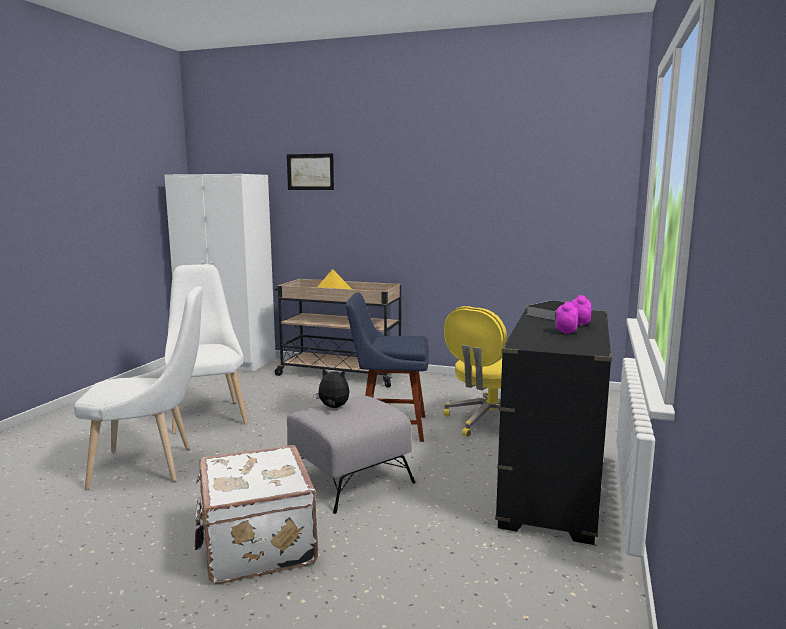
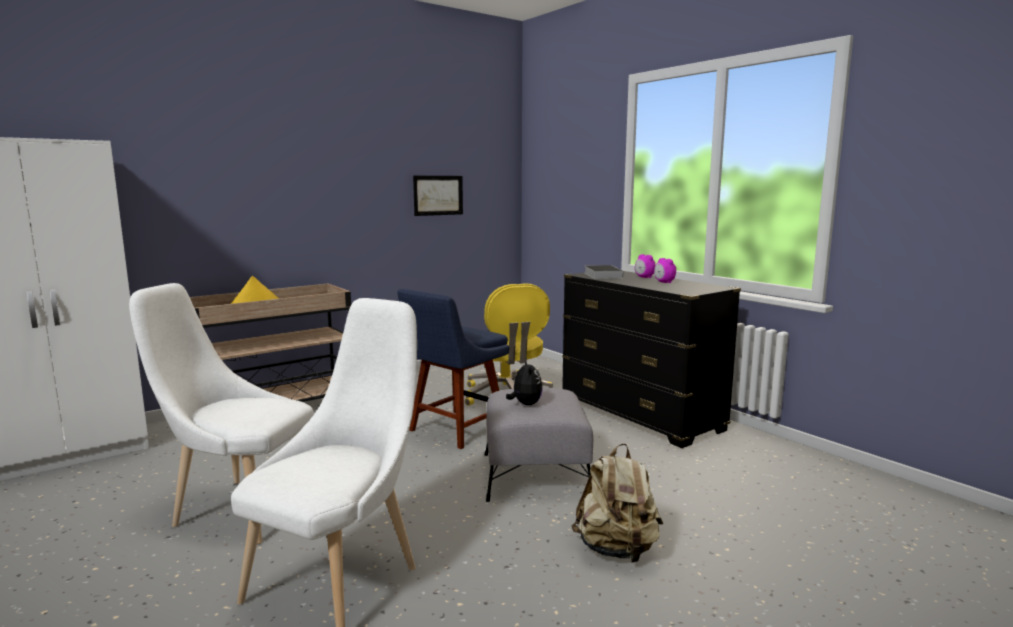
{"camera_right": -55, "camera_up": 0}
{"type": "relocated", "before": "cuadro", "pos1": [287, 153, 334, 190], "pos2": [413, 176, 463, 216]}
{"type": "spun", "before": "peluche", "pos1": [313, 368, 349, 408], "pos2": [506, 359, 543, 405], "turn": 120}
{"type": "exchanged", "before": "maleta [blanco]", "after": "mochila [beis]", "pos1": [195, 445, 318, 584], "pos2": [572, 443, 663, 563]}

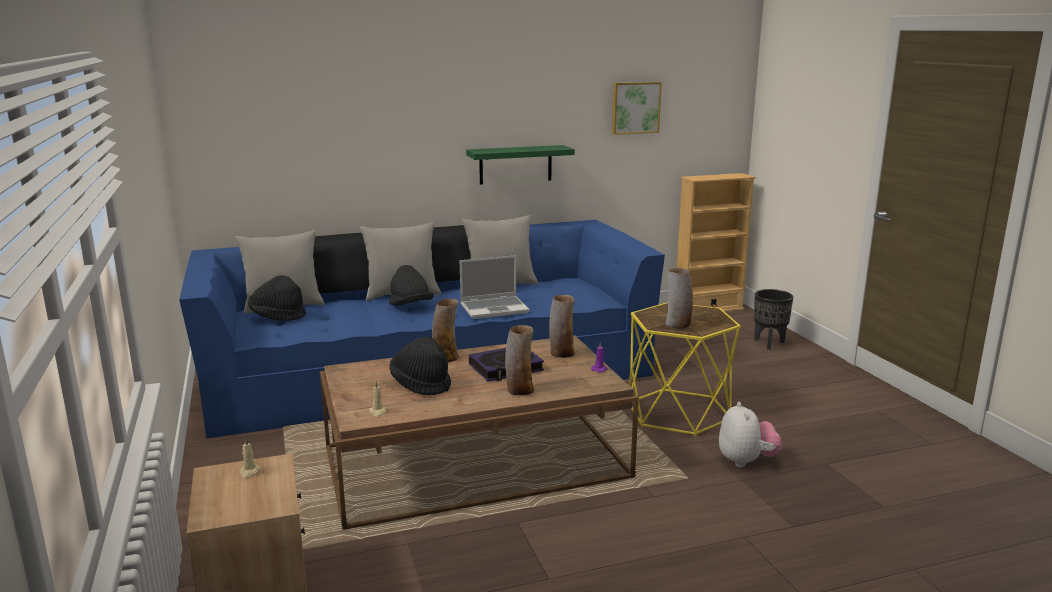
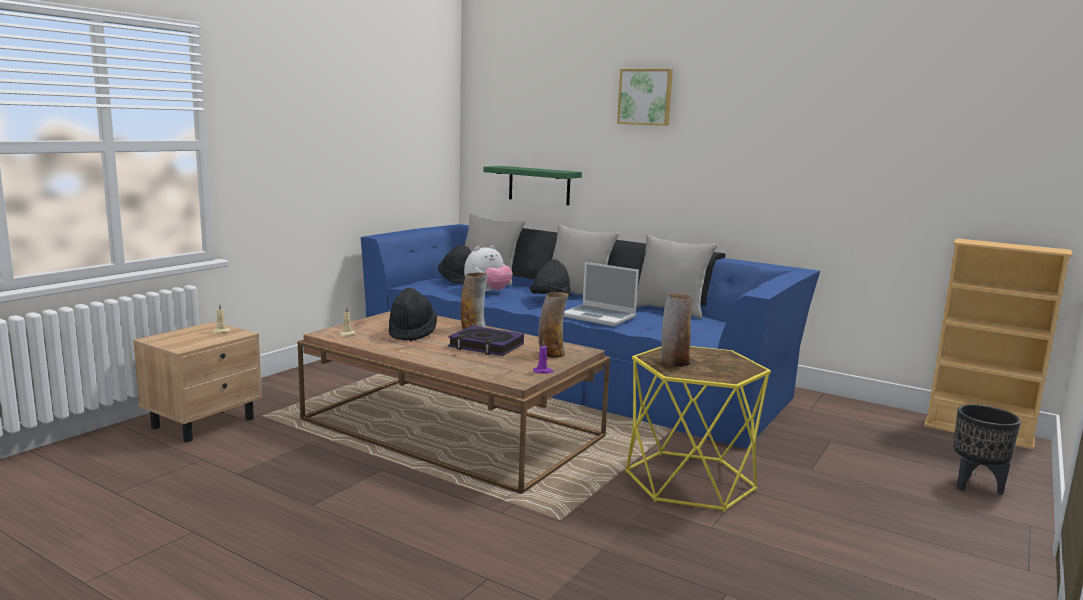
{"camera_right": 50, "camera_up": -5}
{"type": "relocated", "before": "cuadro", "pos1": [612, 82, 662, 135], "pos2": [617, 69, 673, 126]}
{"type": "relocated", "before": "estante [verde]", "pos1": [466, 145, 575, 185], "pos2": [483, 166, 582, 205]}
{"type": "missing", "before": "florero", "pos1": [505, 325, 534, 395]}
{"type": "relocated", "before": "peluche", "pos1": [719, 402, 782, 468], "pos2": [464, 245, 513, 291]}

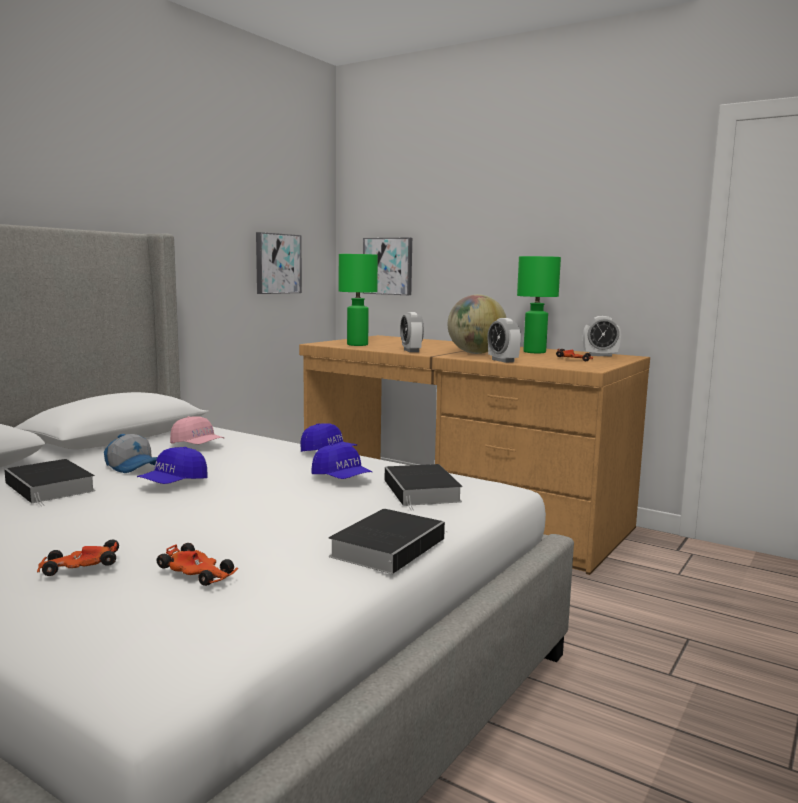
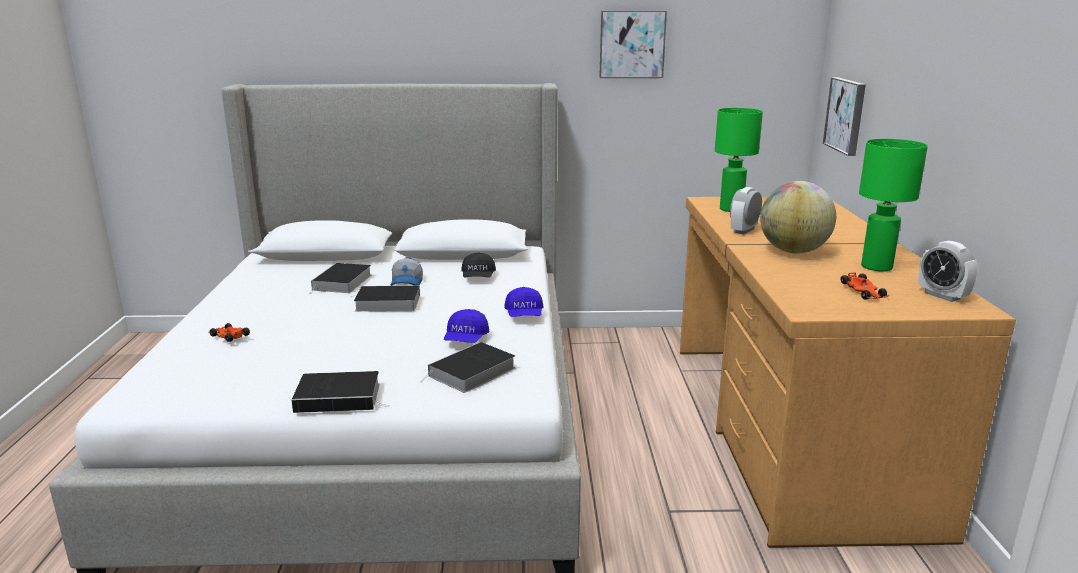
{"camera_right": 55, "camera_up": 10}
{"type": "relocated", "before": "cuadro", "pos1": [256, 232, 302, 294], "pos2": [599, 11, 667, 78]}
{"type": "missing", "before": "despertador", "pos1": [487, 318, 521, 363]}
{"type": "colour", "before": "gorra [rosa]", "after": "gorra [negro]", "pos1": [170, 416, 224, 444], "pos2": [461, 252, 496, 277]}
{"type": "exchanged", "before": "gorra [azul]", "after": "libro", "pos1": [137, 447, 208, 484], "pos2": [351, 286, 420, 312]}
{"type": "missing", "before": "coche de juguete", "pos1": [156, 543, 238, 586]}

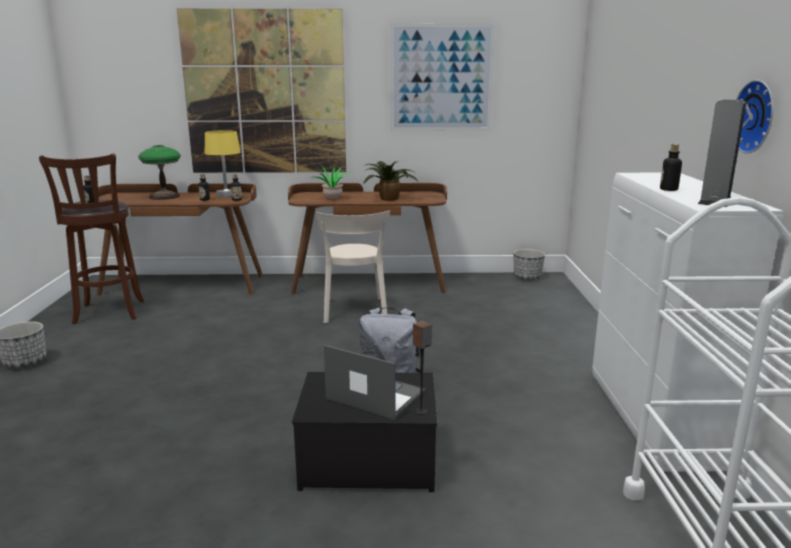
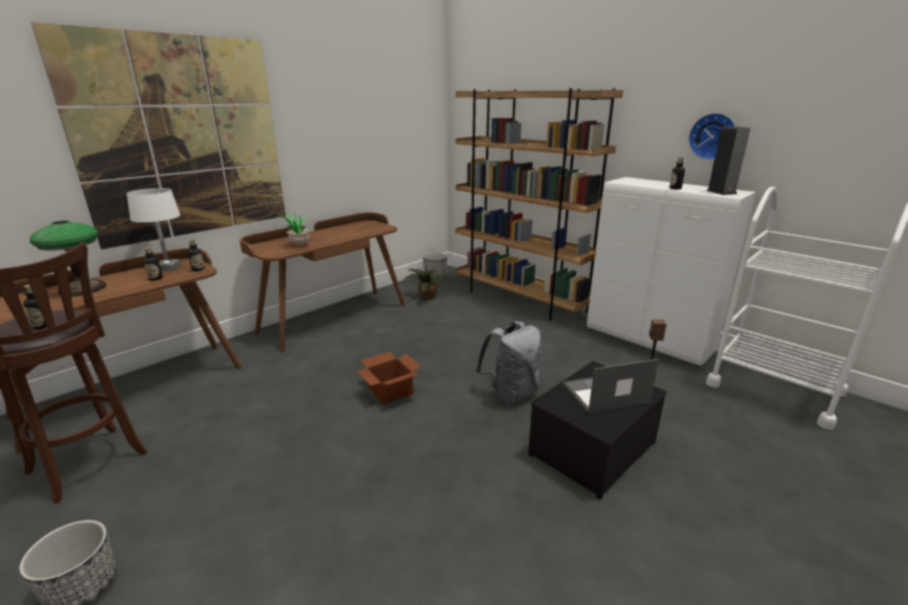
{"camera_right": -45, "camera_up": 5}
{"type": "missing", "before": "cuadro", "pos1": [390, 23, 495, 131]}
{"type": "colour", "before": "lámpara de mesa [amarillo]", "after": "lámpara de mesa [blanco]", "pos1": [205, 130, 241, 197], "pos2": [127, 188, 181, 271]}
{"type": "relocated", "before": "planta en maceta", "pos1": [363, 161, 418, 201], "pos2": [403, 265, 450, 300]}
{"type": "missing", "before": "silla [beis]", "pos1": [316, 211, 390, 323]}
{"type": "appeared", "after": "estantería [marrón]", "pos2": [456, 88, 623, 320]}
{"type": "appeared", "after": "caja de cartón", "pos2": [357, 352, 422, 405]}

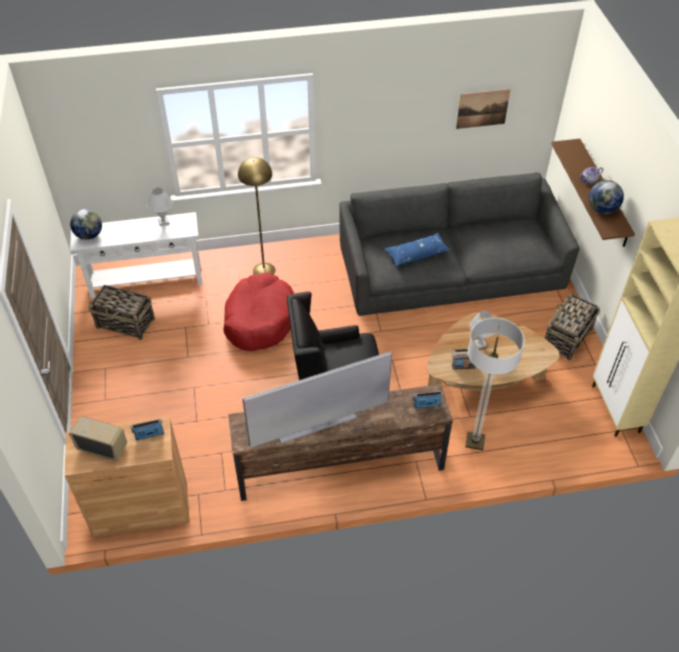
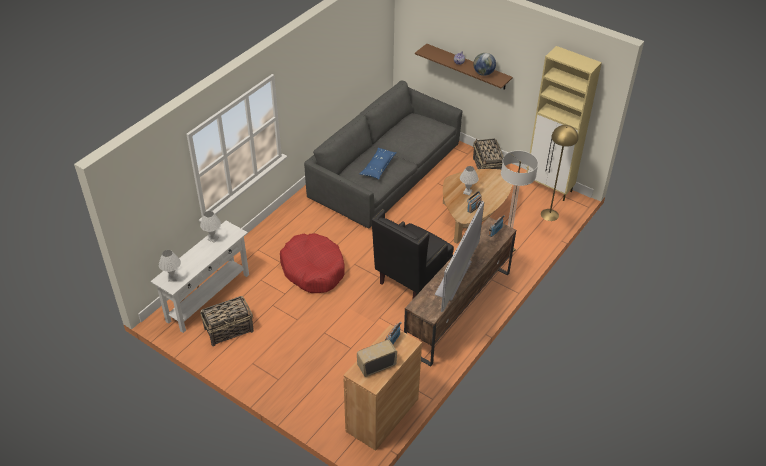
{"camera_right": -45, "camera_up": -5}
{"type": "missing", "before": "cuadro", "pos1": [456, 89, 511, 129]}
{"type": "relocated", "before": "lámpara de pie [amarillo]", "pos1": [238, 157, 276, 275], "pos2": [541, 125, 578, 221]}
{"type": "exchanged", "before": "globo terráqueo", "after": "lámpara de mesa [blanco]", "pos1": [70, 209, 102, 240], "pos2": [159, 250, 181, 282]}

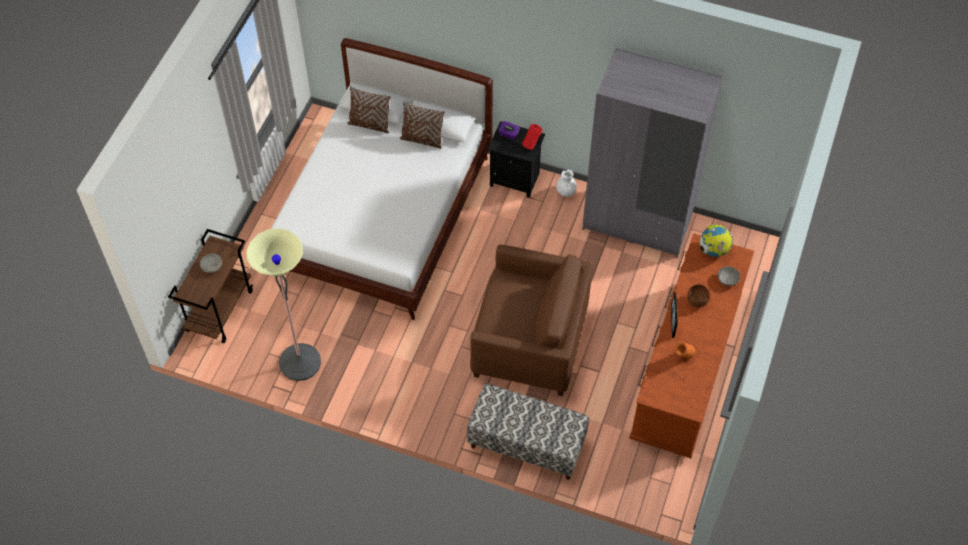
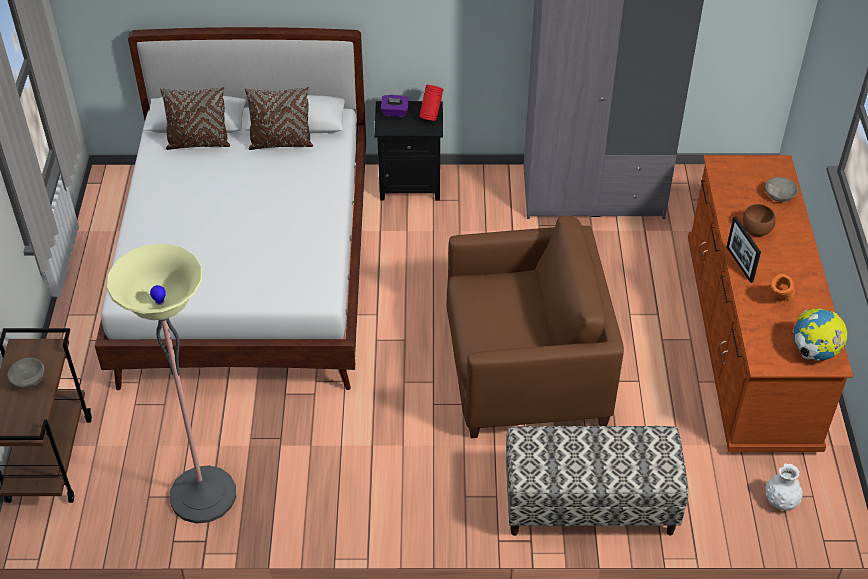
{"camera_right": -20, "camera_up": -10}
{"type": "relocated", "before": "florero [blanco]", "pos1": [556, 170, 577, 197], "pos2": [765, 463, 803, 511]}
{"type": "relocated", "before": "globo terráqueo", "pos1": [700, 224, 733, 257], "pos2": [791, 308, 847, 361]}

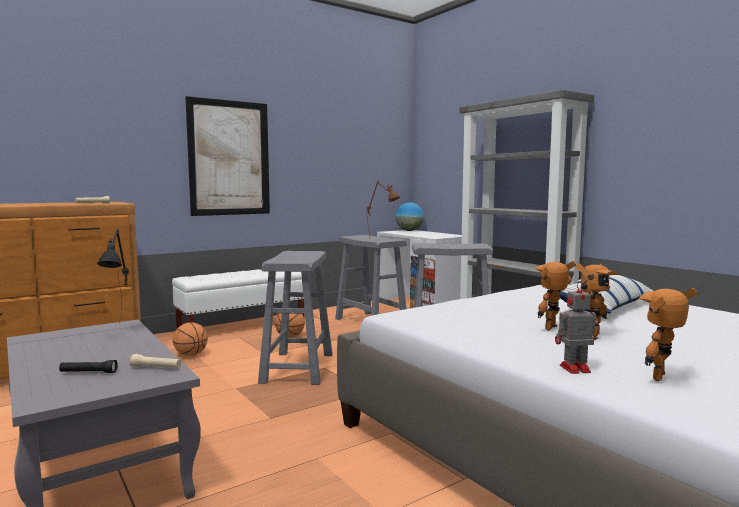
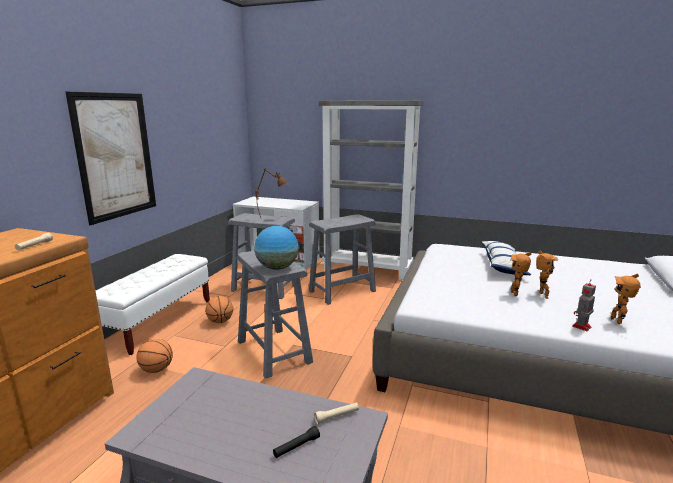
{"camera_right": -35, "camera_up": 10}
{"type": "relocated", "before": "globo terráqueo", "pos1": [395, 202, 424, 231], "pos2": [254, 226, 299, 270]}
{"type": "missing", "before": "lámpara de mesa [negro]", "pos1": [97, 229, 129, 324]}

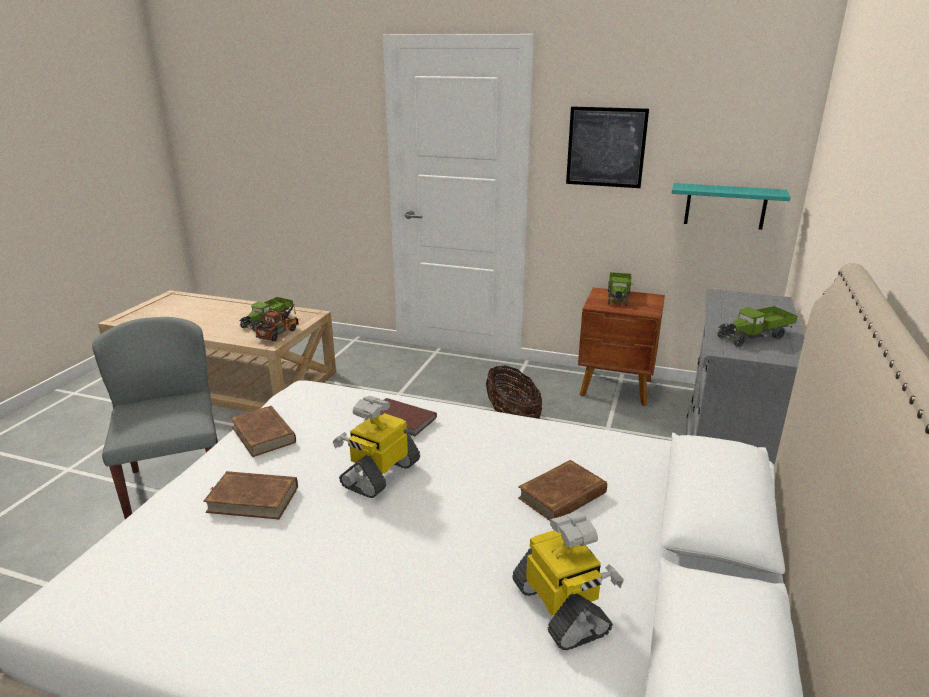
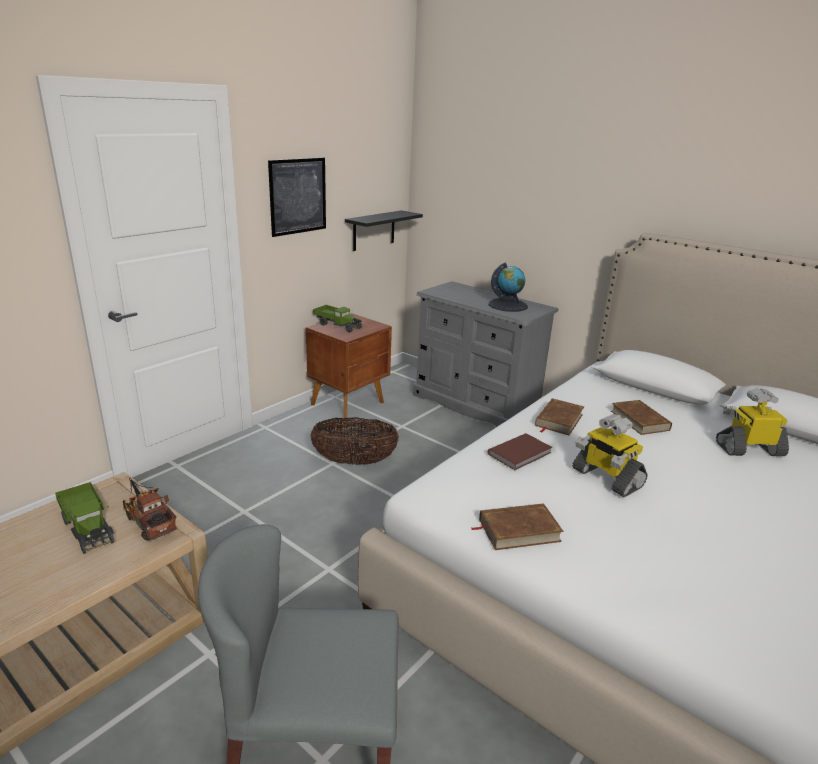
{"camera_right": -70, "camera_up": 0}
{"type": "colour", "before": "estante [turquesa]", "after": "estante [negro]", "pos1": [672, 183, 791, 230], "pos2": [345, 210, 423, 251]}
{"type": "exchanged", "before": "camión de juguete", "after": "globo terráqueo", "pos1": [718, 306, 798, 347], "pos2": [489, 262, 528, 312]}
{"type": "relocated", "before": "libro [marrón]", "pos1": [203, 471, 298, 519], "pos2": [535, 398, 584, 435]}

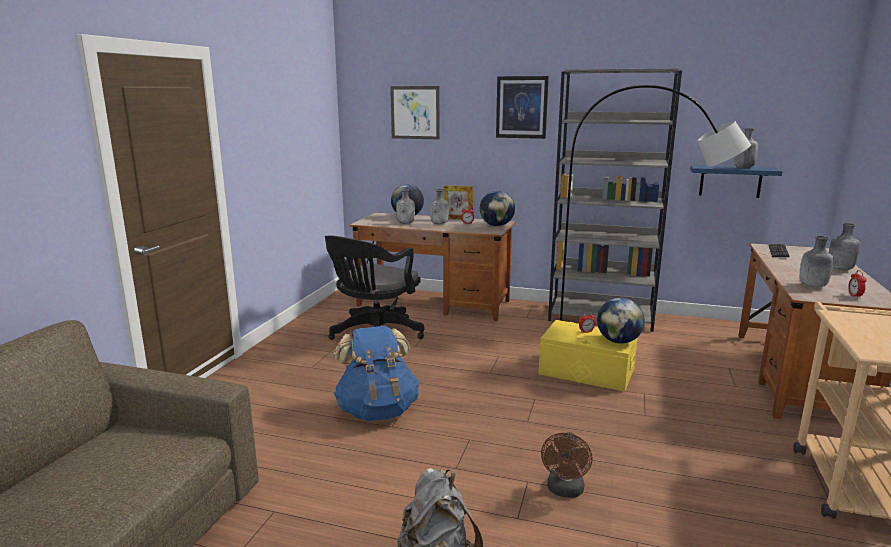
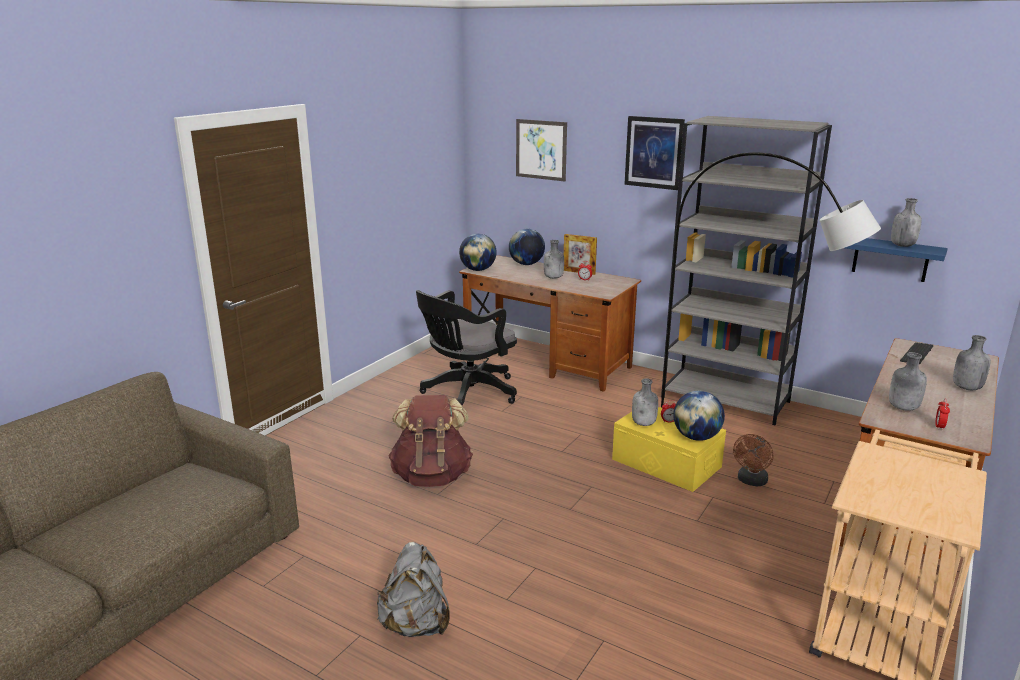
{"camera_right": 15, "camera_up": 5}
{"type": "relocated", "before": "botella [gris]", "pos1": [396, 189, 415, 224], "pos2": [632, 378, 658, 426]}
{"type": "relocated", "before": "globo terráqueo", "pos1": [480, 191, 515, 226], "pos2": [459, 233, 497, 271]}
{"type": "colour", "before": "mochila [azul]", "after": "mochila [marrón]", "pos1": [334, 326, 419, 421], "pos2": [388, 395, 473, 487]}
{"type": "relocated", "before": "ventilador [marrón]", "pos1": [541, 432, 592, 498], "pos2": [733, 434, 773, 487]}

